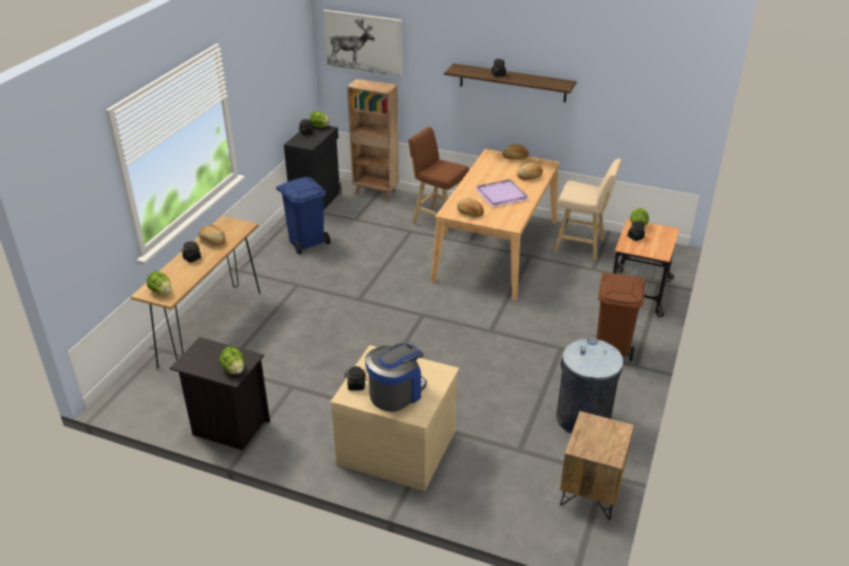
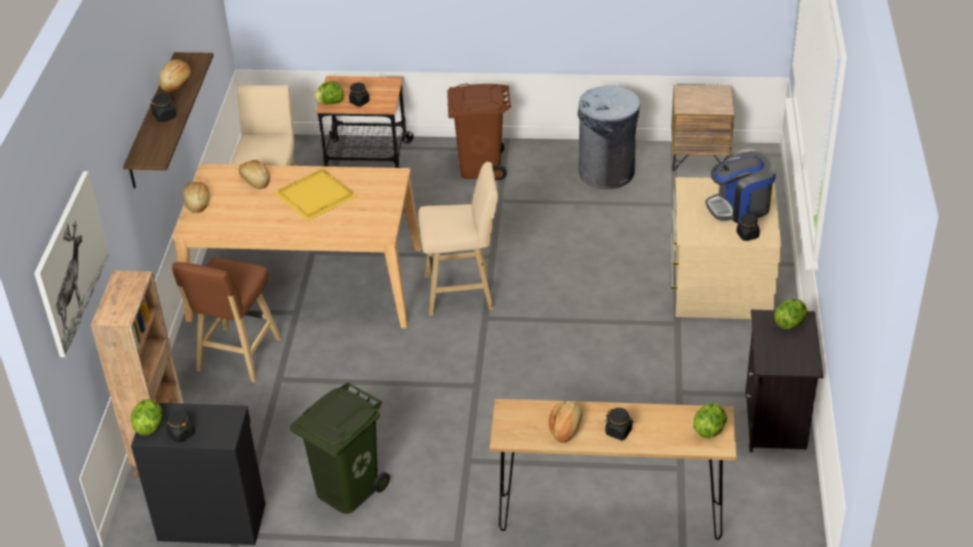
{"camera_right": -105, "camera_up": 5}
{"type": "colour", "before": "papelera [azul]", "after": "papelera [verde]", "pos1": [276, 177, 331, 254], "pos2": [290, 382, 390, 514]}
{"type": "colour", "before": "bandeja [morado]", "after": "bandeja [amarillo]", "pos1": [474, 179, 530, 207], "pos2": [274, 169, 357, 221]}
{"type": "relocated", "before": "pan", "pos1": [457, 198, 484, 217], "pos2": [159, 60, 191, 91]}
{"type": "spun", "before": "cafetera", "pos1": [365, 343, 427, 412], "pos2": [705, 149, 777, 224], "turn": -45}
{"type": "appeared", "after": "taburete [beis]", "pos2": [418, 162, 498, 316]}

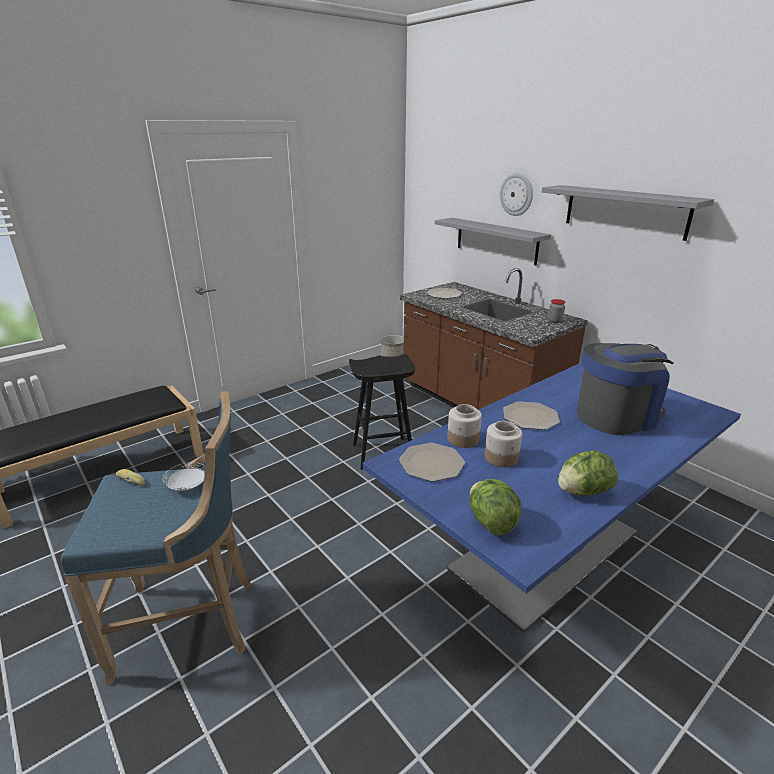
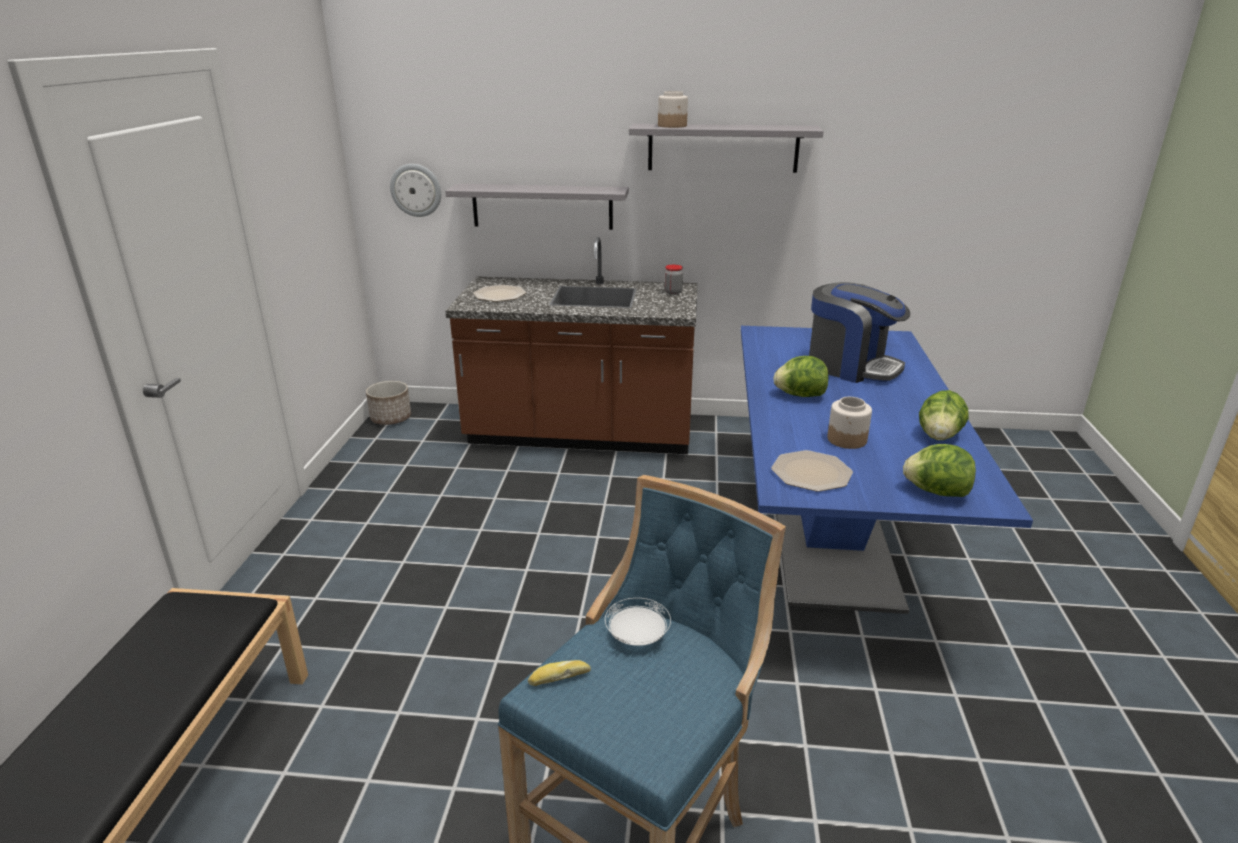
{"camera_right": -45, "camera_up": 0}
{"type": "relocated", "before": "reloj de pared", "pos1": [500, 173, 533, 216], "pos2": [390, 164, 441, 217]}
{"type": "spun", "before": "cafetera", "pos1": [577, 343, 674, 435], "pos2": [809, 282, 910, 383], "turn": 105}
{"type": "missing", "before": "taburete [negro]", "pos1": [349, 354, 415, 470]}
{"type": "exchanged", "before": "plato", "after": "lechuga", "pos1": [503, 401, 560, 430], "pos2": [773, 356, 828, 397]}
{"type": "relocated", "before": "tarro", "pos1": [447, 404, 482, 448], "pos2": [658, 91, 688, 128]}

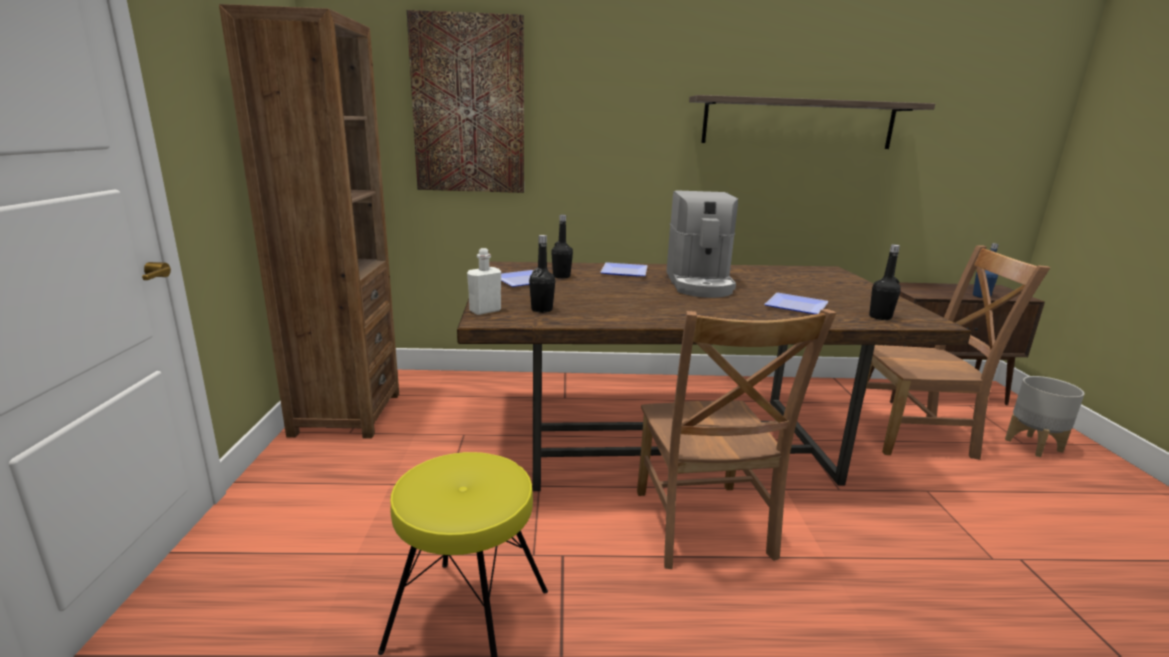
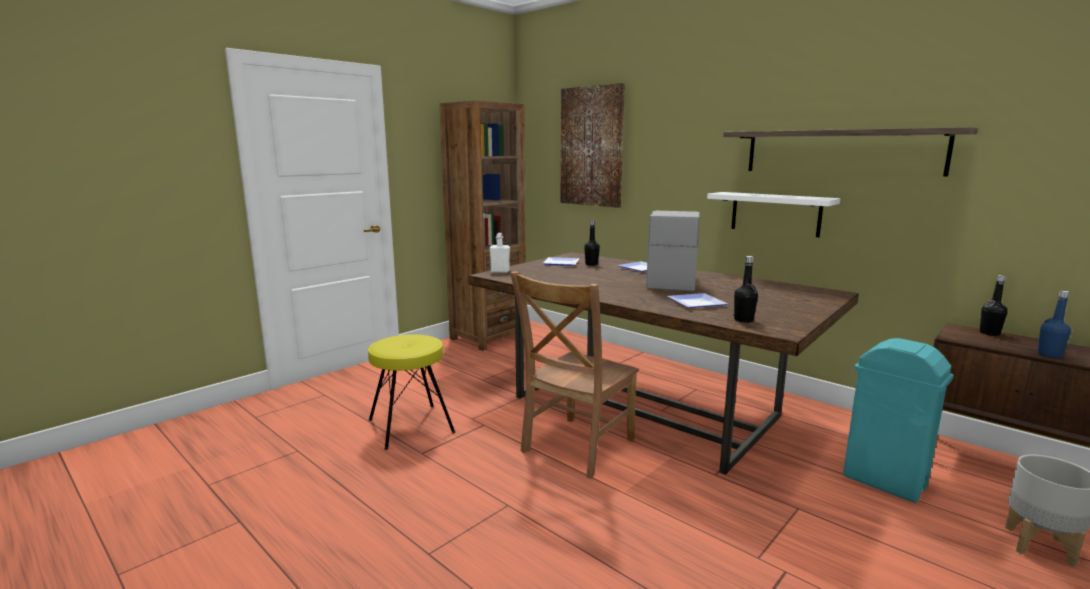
{"camera_right": 45, "camera_up": -5}
{"type": "spun", "before": "cafetera", "pos1": [666, 190, 738, 298], "pos2": [646, 211, 700, 291], "turn": 150}
{"type": "relocated", "before": "botella [negro]", "pos1": [529, 235, 555, 313], "pos2": [980, 275, 1008, 336]}
{"type": "exchanged", "before": "silla [marrón]", "after": "papelera [turquesa]", "pos1": [864, 245, 1050, 460], "pos2": [843, 338, 954, 503]}
{"type": "appeared", "after": "estante [blanco]", "pos2": [707, 192, 840, 237]}

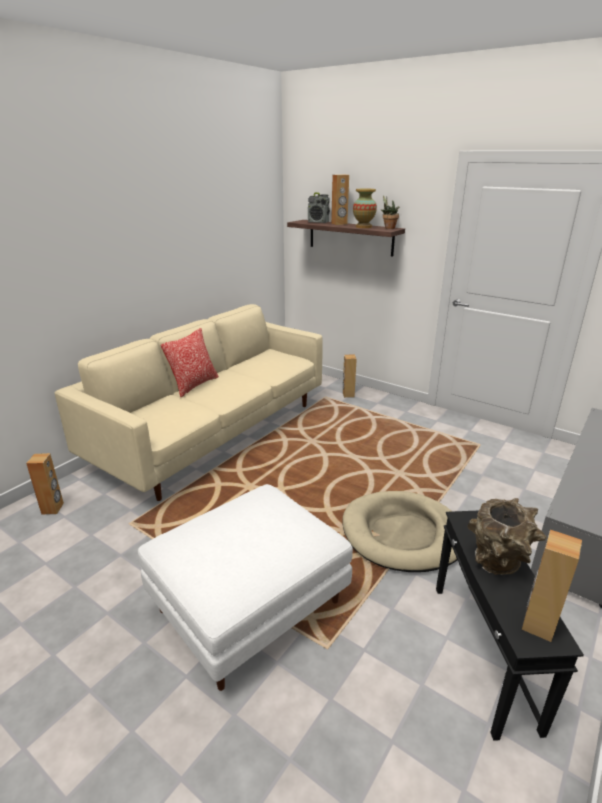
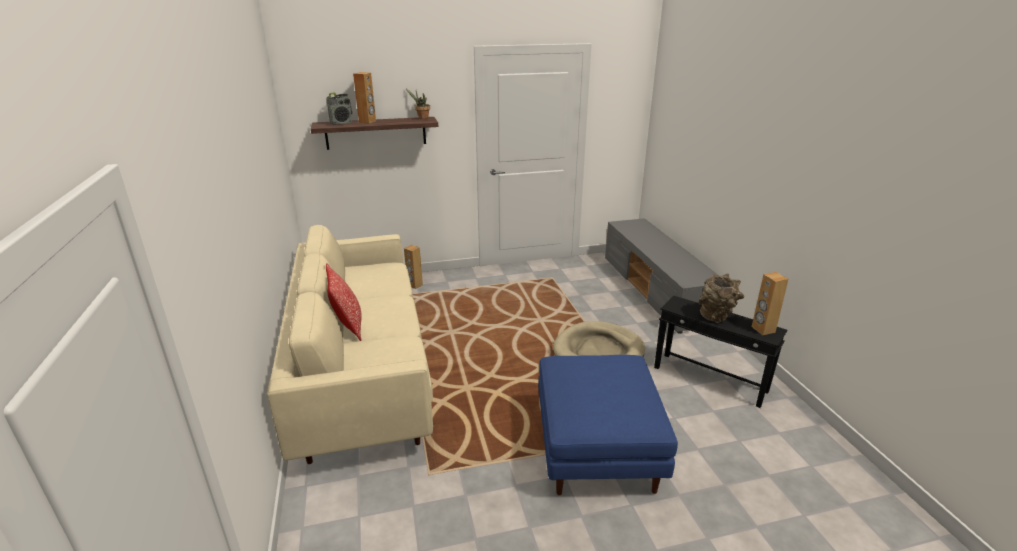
{"camera_right": -50, "camera_up": 0}
{"type": "missing", "before": "florero", "pos1": [353, 189, 377, 228]}
{"type": "missing", "before": "altavoz [marrón]", "pos1": [26, 453, 64, 514]}
{"type": "colour", "before": "puf [blanco]", "after": "puf [azul]", "pos1": [138, 484, 353, 691], "pos2": [539, 355, 678, 495]}

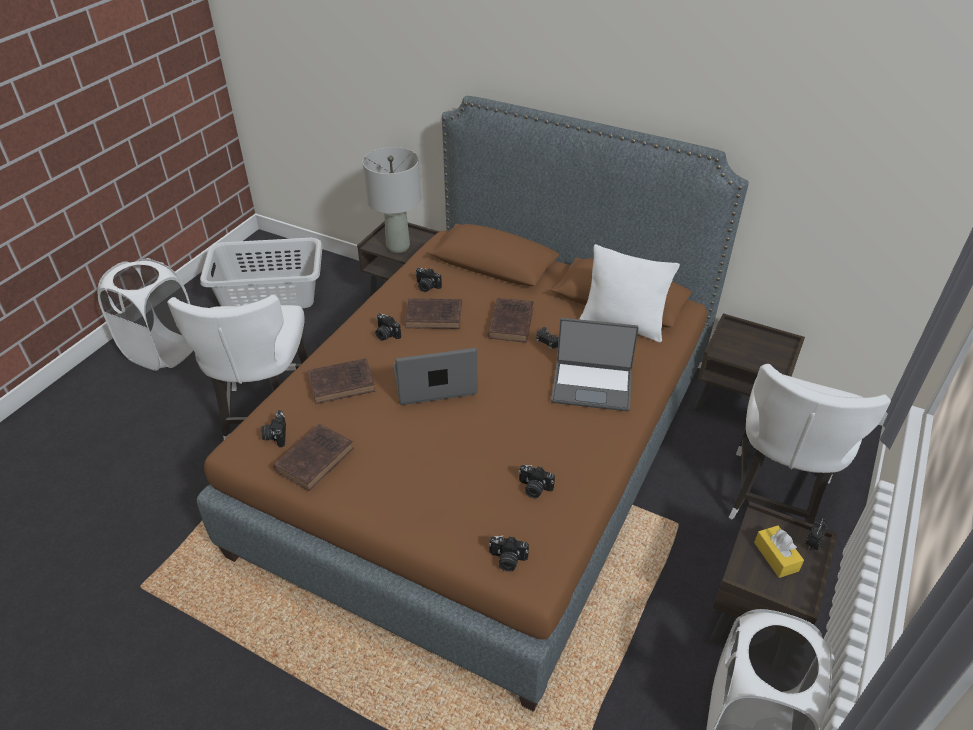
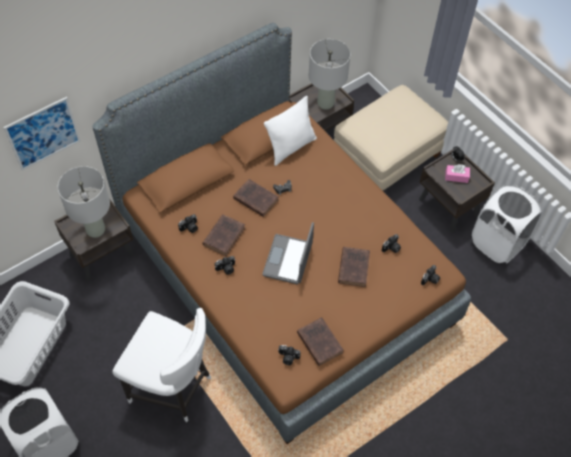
{"camera_right": -65, "camera_up": 15}
{"type": "missing", "before": "portátil", "pos1": [551, 318, 639, 411]}
{"type": "relocated", "before": "libro [marrón]", "pos1": [308, 358, 375, 404], "pos2": [338, 247, 370, 287]}
{"type": "exchanged", "before": "silla [blanco]", "after": "puf [beis]", "pos1": [729, 364, 891, 524], "pos2": [334, 85, 448, 192]}
{"type": "colour", "before": "caja de pañuelos [amarillo]", "after": "caja de pañuelos [rosa]", "pos1": [754, 525, 804, 578], "pos2": [445, 164, 470, 183]}
{"type": "appeared", "after": "lámpara de mesa [gris]", "pos2": [309, 39, 351, 110]}
{"type": "appeared", "after": "cuadro", "pos2": [3, 97, 81, 171]}

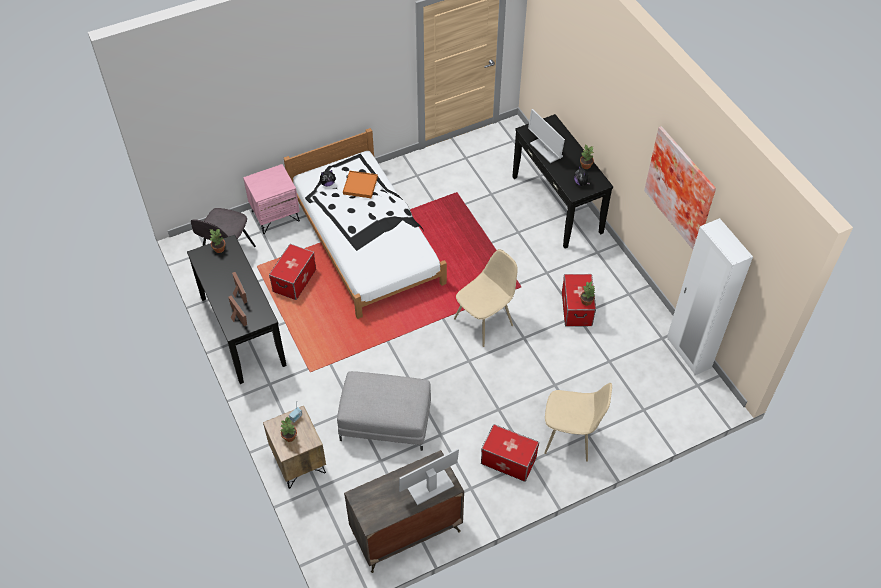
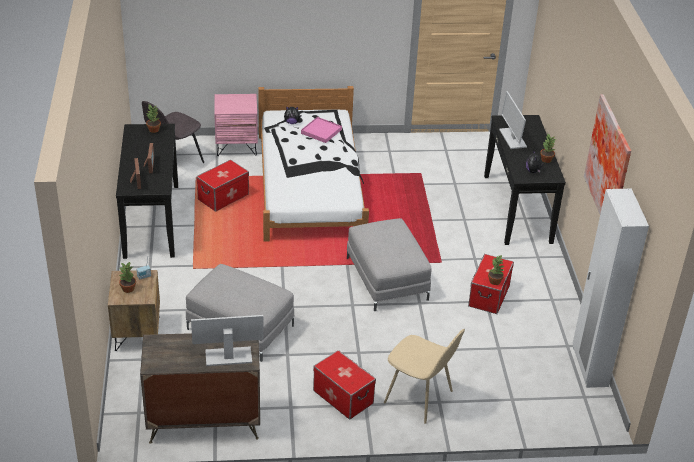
{"camera_right": 20, "camera_up": -15}
{"type": "colour", "before": "bandeja [naranja]", "after": "bandeja [rosa]", "pos1": [343, 171, 378, 198], "pos2": [301, 117, 342, 143]}
{"type": "exchanged", "before": "silla [beis]", "after": "puf [gris]", "pos1": [454, 249, 518, 347], "pos2": [347, 218, 432, 311]}

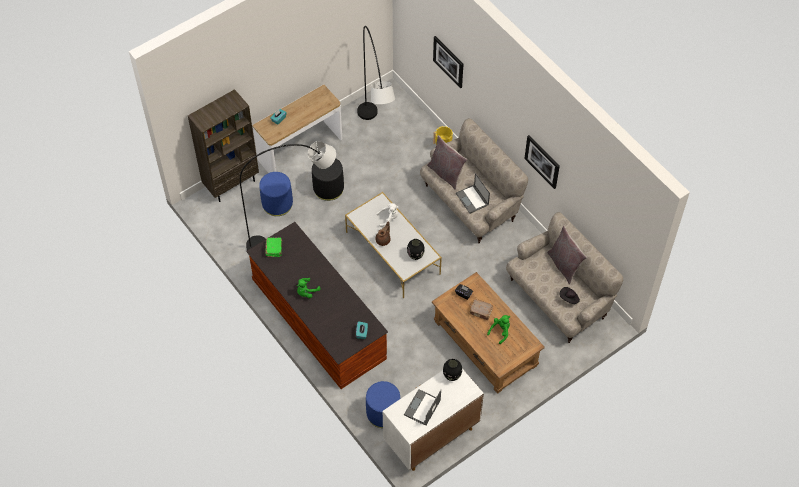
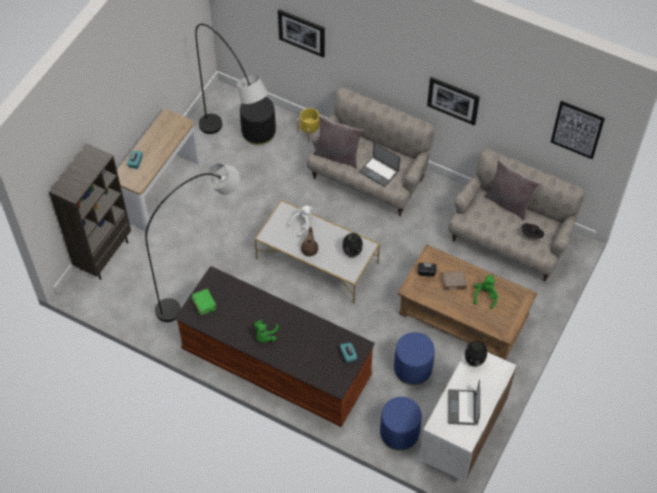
{"camera_right": -25, "camera_up": 0}
{"type": "relocated", "before": "puf [negro]", "pos1": [312, 157, 344, 201], "pos2": [240, 97, 276, 145]}
{"type": "relocated", "before": "puf [azul]", "pos1": [259, 172, 293, 216], "pos2": [394, 332, 435, 386]}
{"type": "appeared", "after": "cuadro", "pos2": [551, 101, 605, 160]}

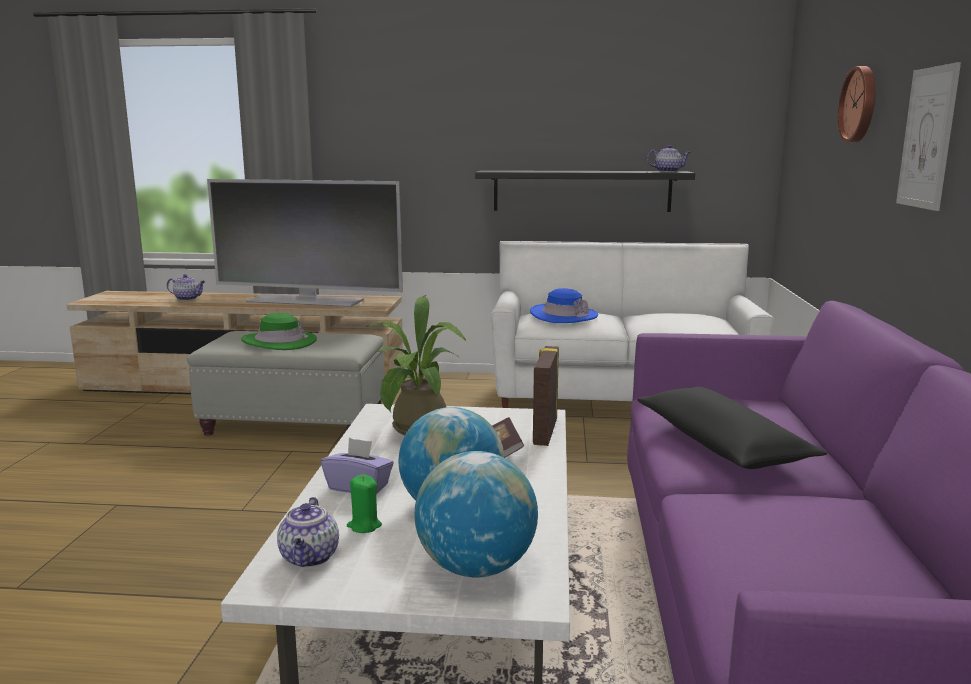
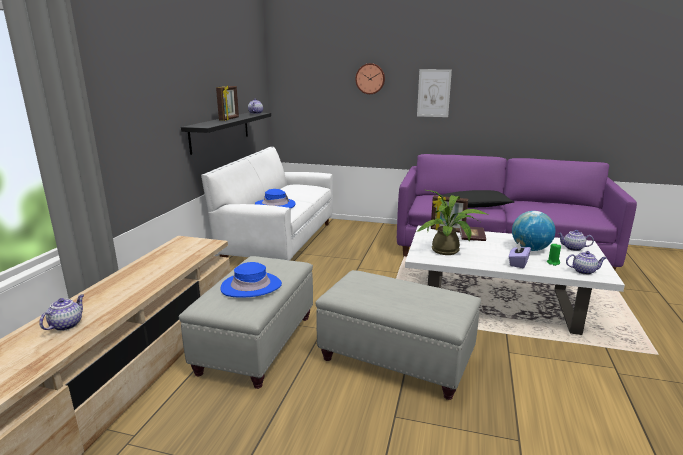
{"camera_right": -80, "camera_up": 5}
{"type": "missing", "before": "televisor", "pos1": [207, 179, 403, 307]}
{"type": "colour", "before": "sombrero [verde]", "after": "sombrero [azul]", "pos1": [241, 313, 317, 350], "pos2": [220, 262, 282, 298]}
{"type": "exchanged", "before": "globo terráqueo", "after": "tetera", "pos1": [414, 451, 538, 577], "pos2": [558, 230, 594, 251]}
{"type": "appeared", "after": "portarretratos", "pos2": [216, 85, 239, 121]}
{"type": "appeared", "after": "puf [gris]", "pos2": [315, 270, 481, 400]}

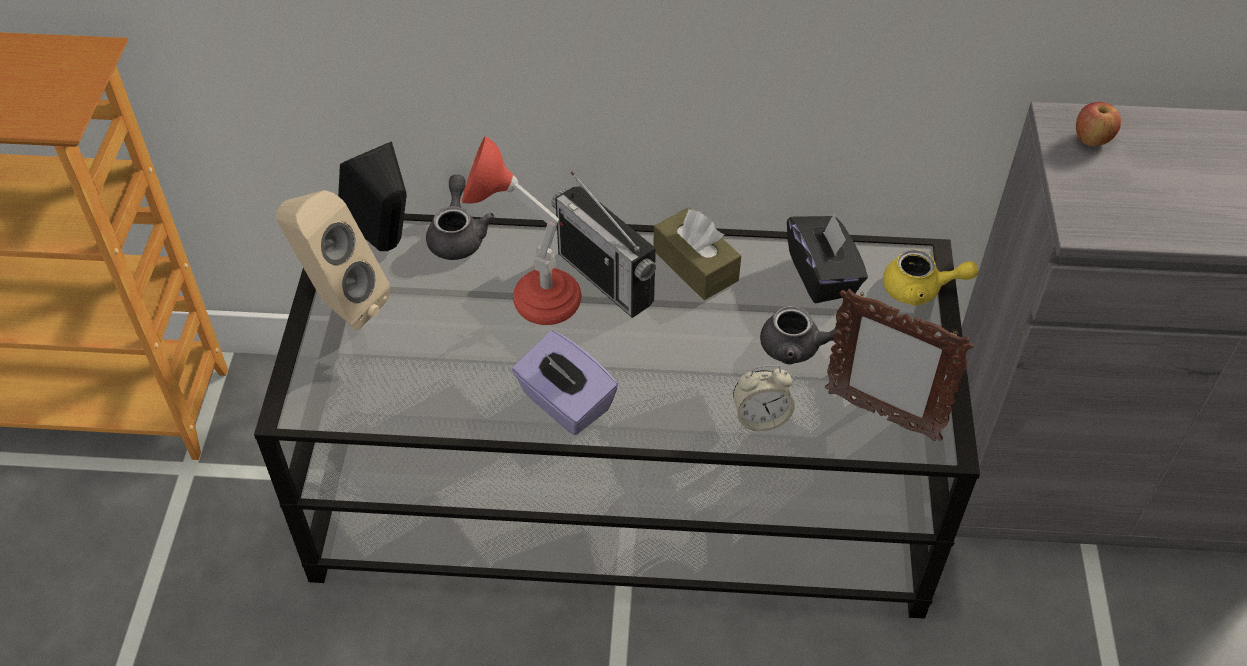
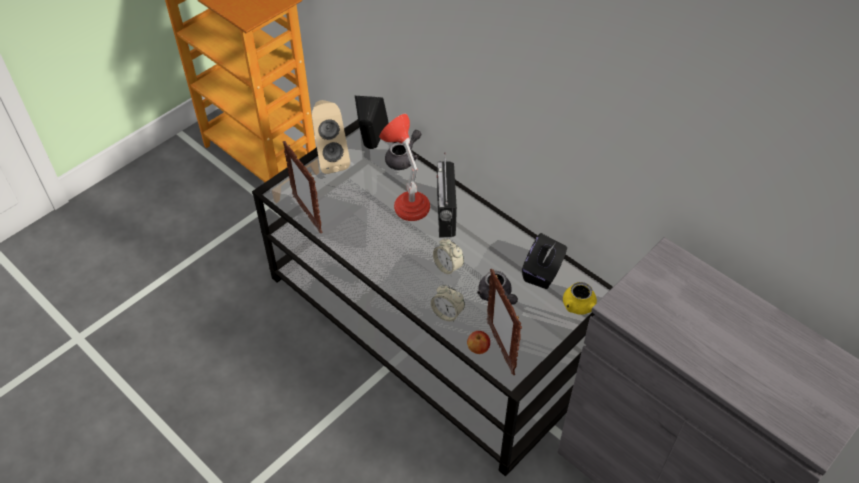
{"camera_right": 40, "camera_up": 0}
{"type": "relocated", "before": "manzana", "pos1": [1076, 102, 1121, 146], "pos2": [467, 331, 490, 354]}
{"type": "missing", "before": "caja de pañuelos [marrón]", "pos1": [653, 207, 741, 300]}
{"type": "missing", "before": "caja de pañuelos [morado]", "pos1": [512, 331, 618, 435]}
{"type": "appeared", "after": "portarretratos", "pos2": [283, 141, 323, 233]}
{"type": "appeared", "after": "despertador", "pos2": [433, 238, 464, 276]}

